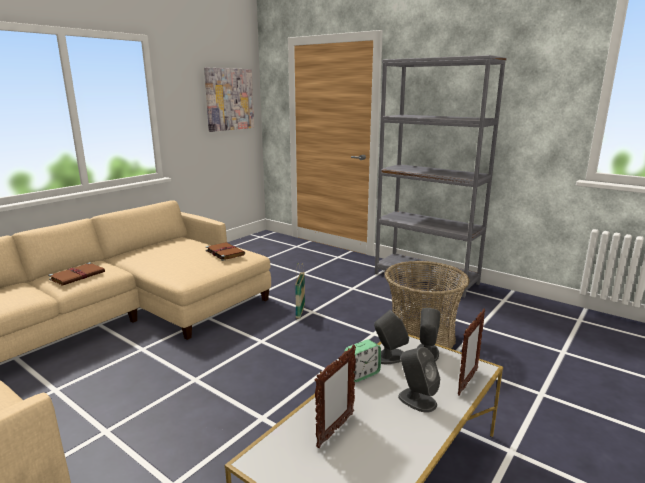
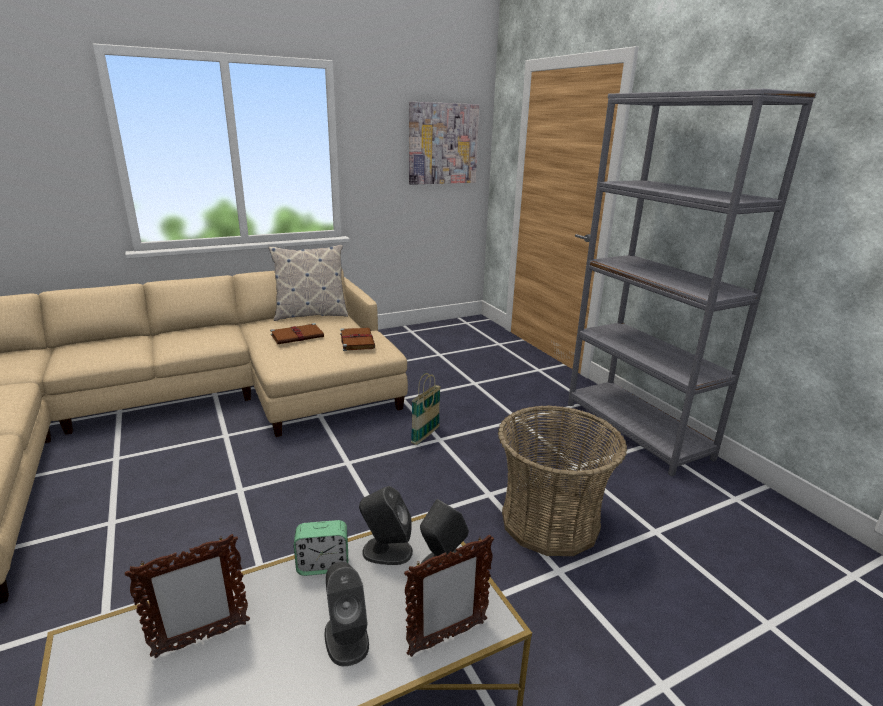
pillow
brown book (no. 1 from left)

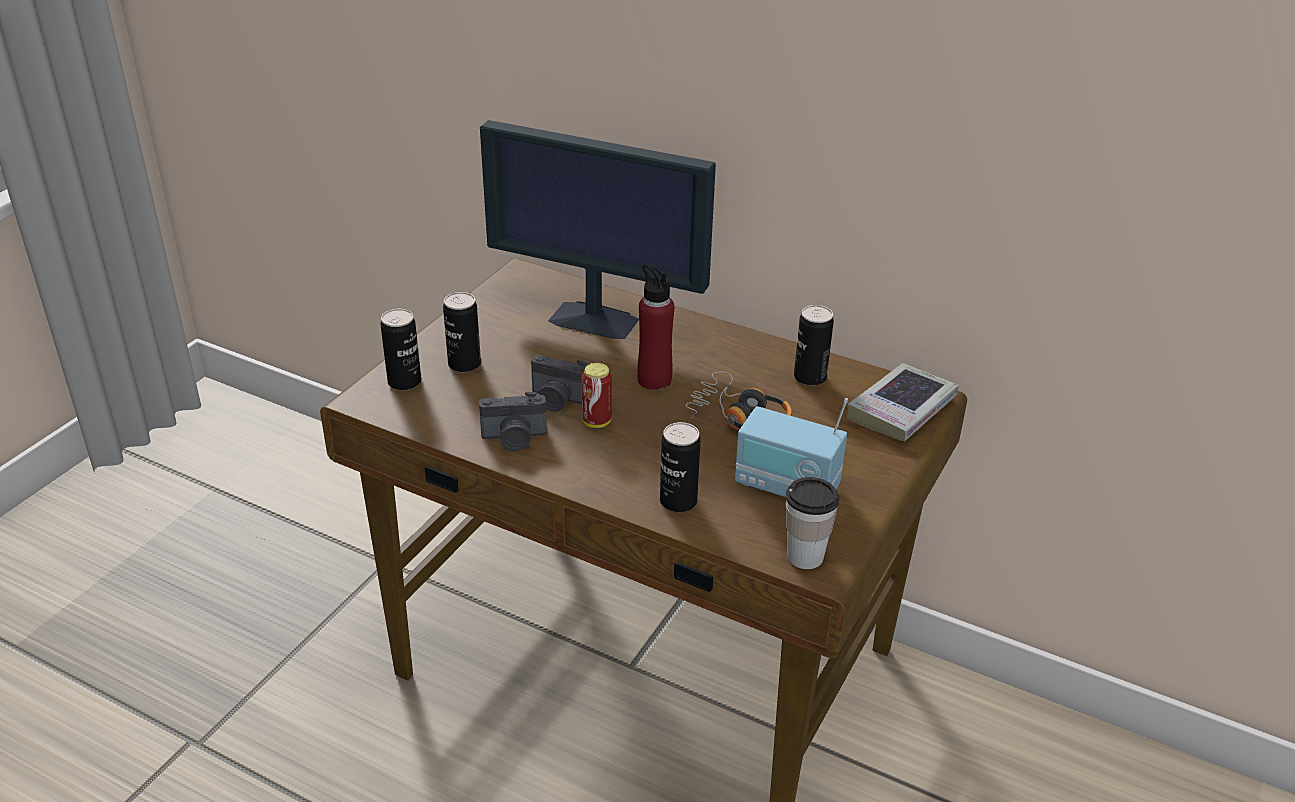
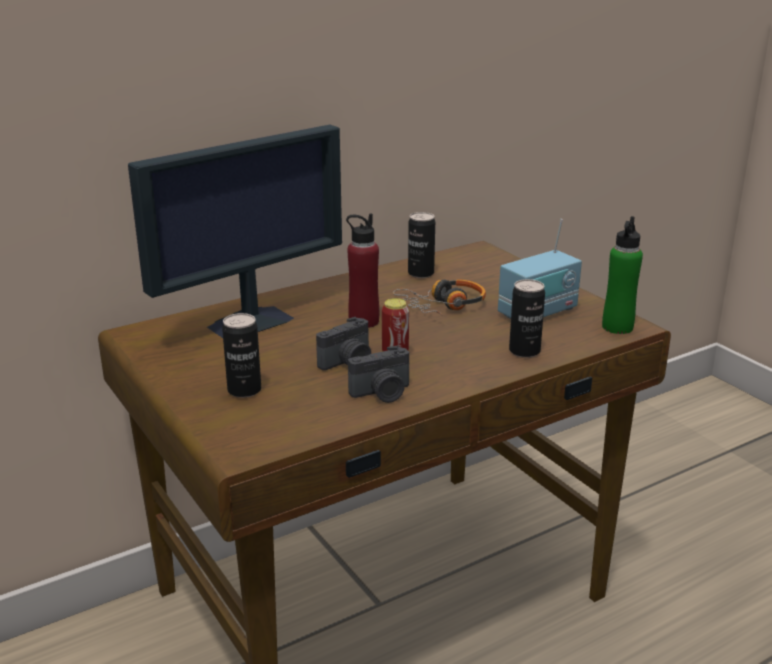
can (no. 1 from left in the first image)
book
green bottle
photo camera (no. 2 from left)

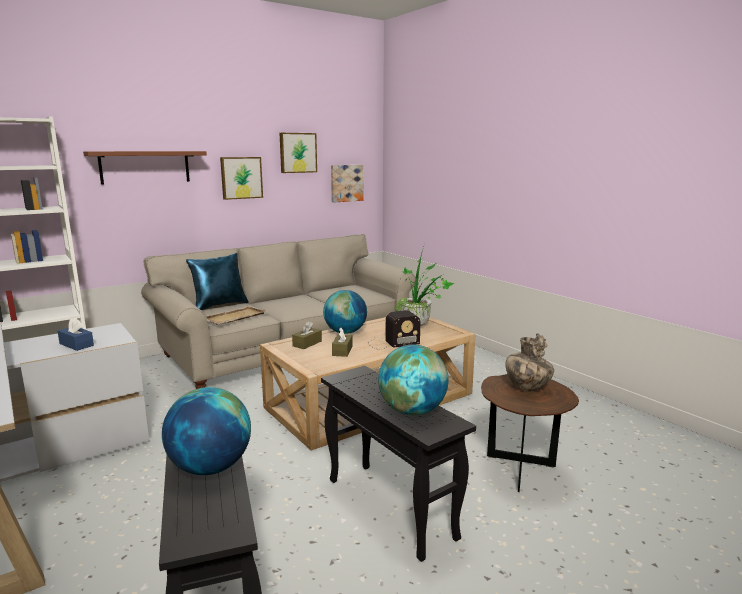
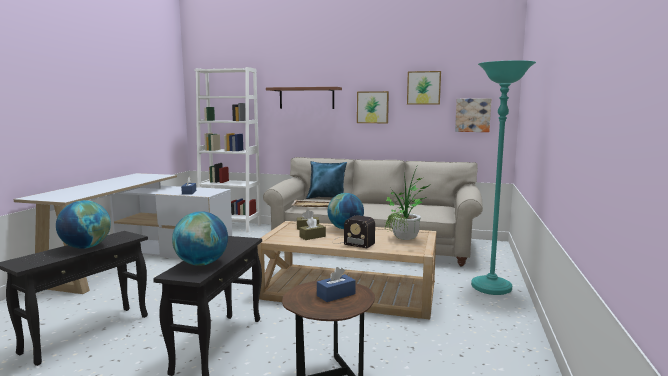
turquoise floor lamp
blue tissue box (no. 2 from left)

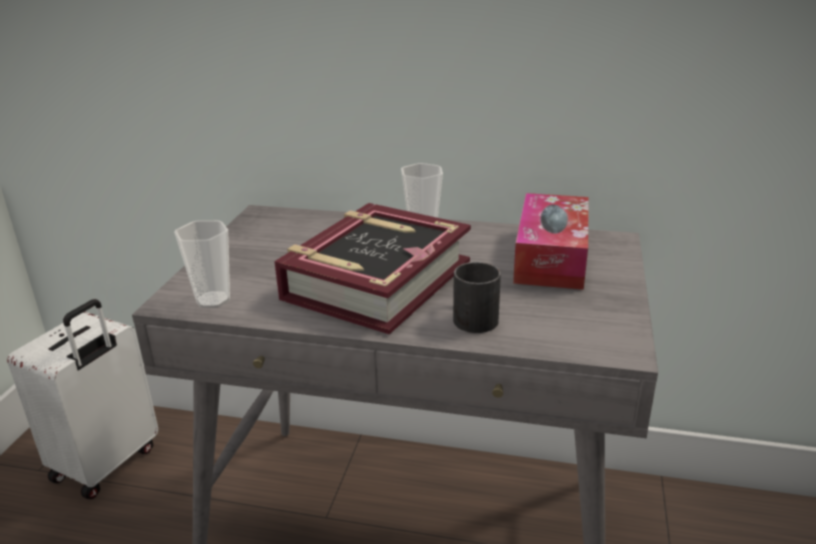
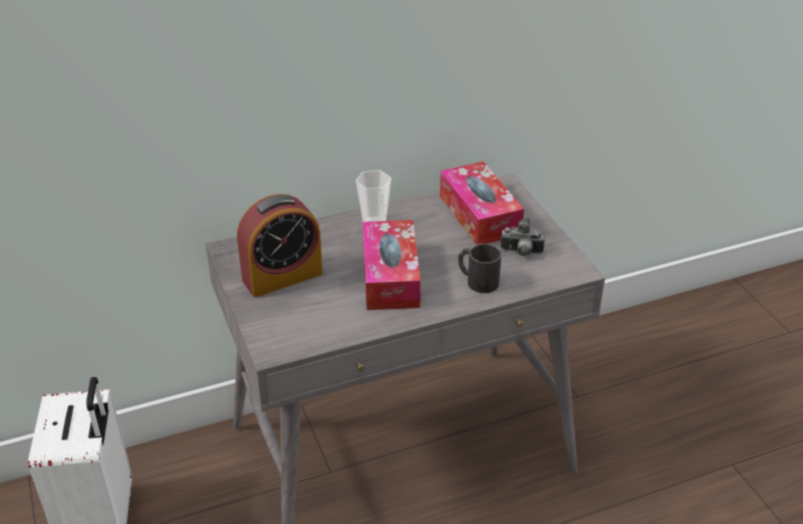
cup (no. 1 from left in the first image)
alarm clock
photo camera
tissue box (no. 1 from left)

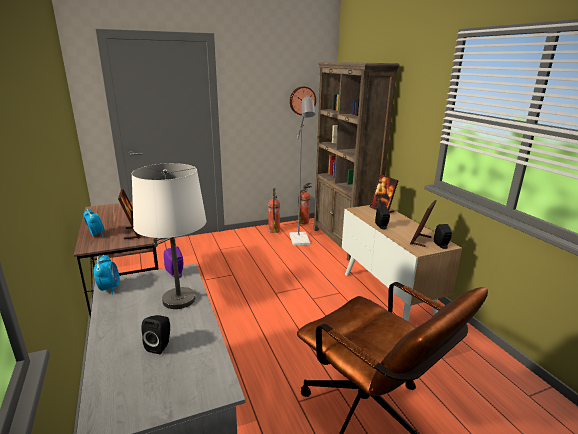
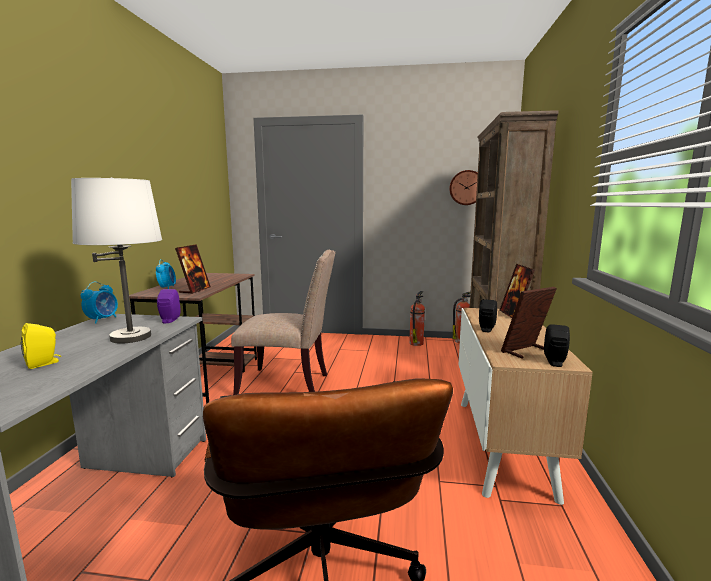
grey floor lamp
beige chair
yellow speaker

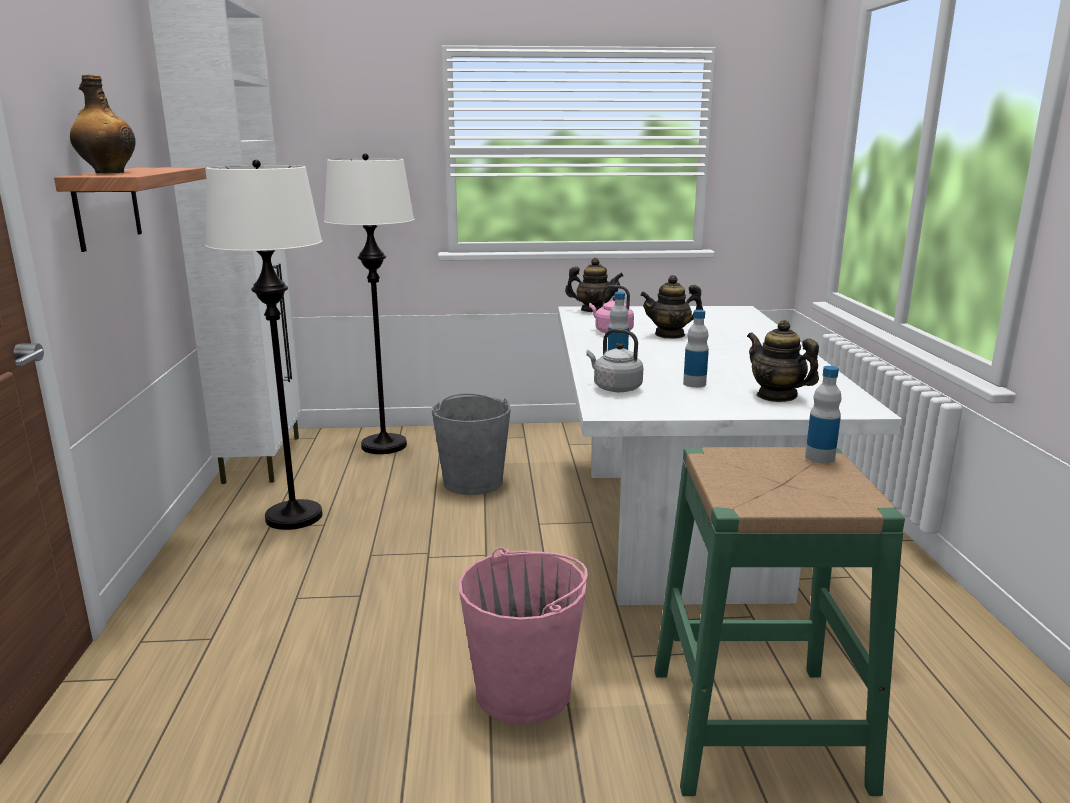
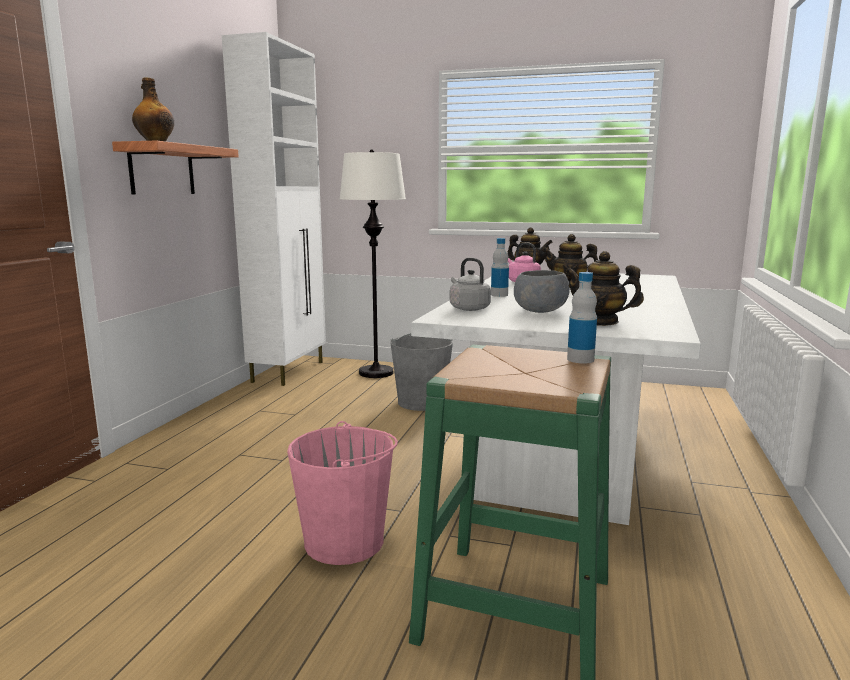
white floor lamp (no. 1 from left in the first image)
grey bowl
teapot (no. 3 from left)

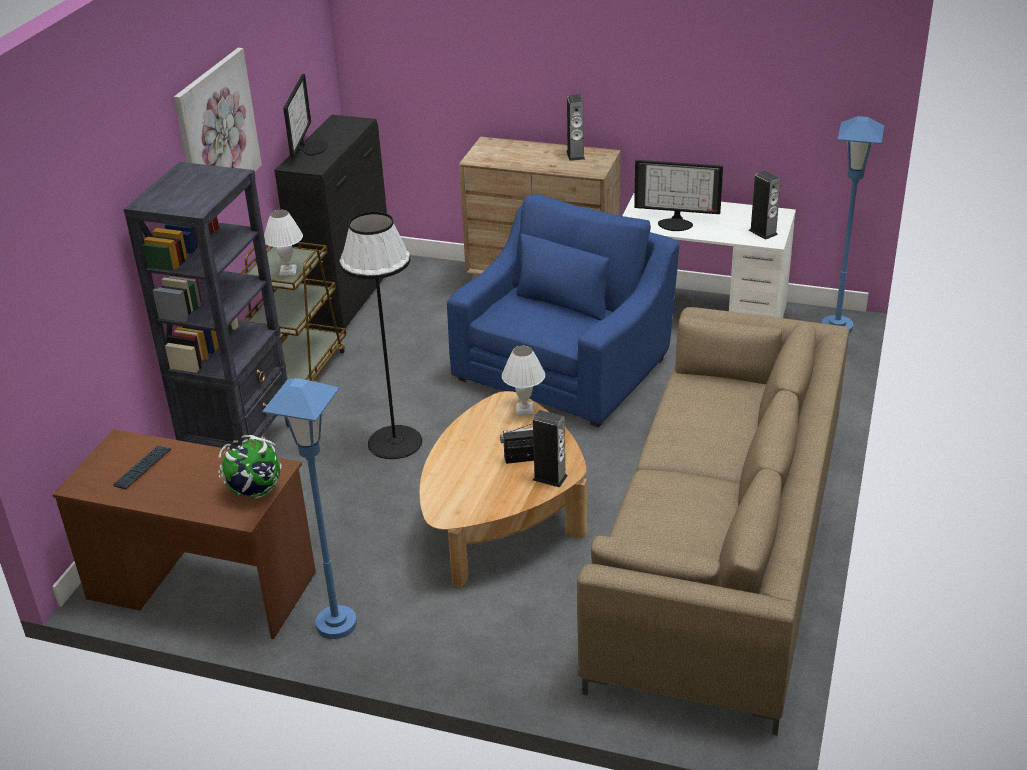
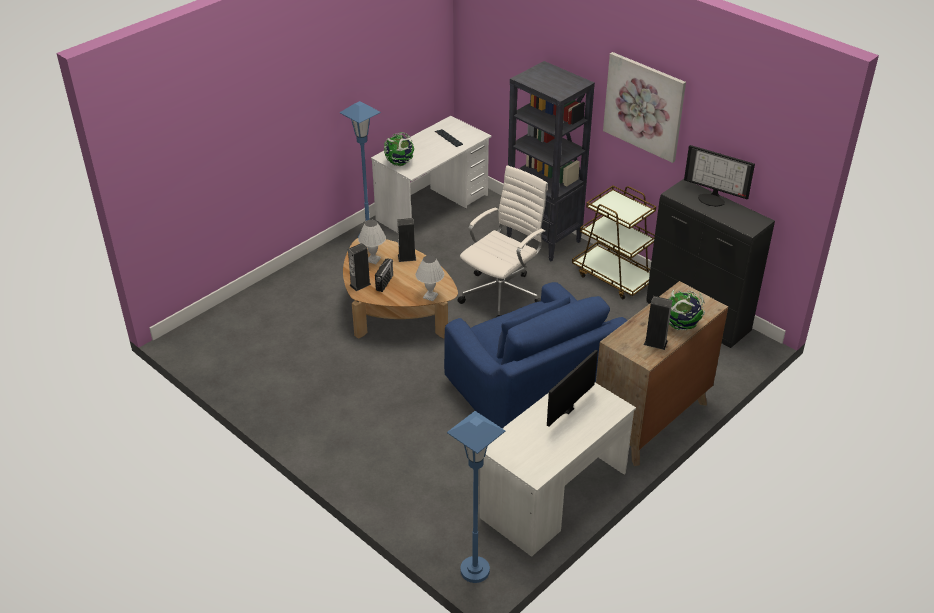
brown sofa
globe (no. 2 from left)
white table lamp (no. 1 from left)
speaker (no. 2 from left)
white office chair
white desk (no. 1 from left)

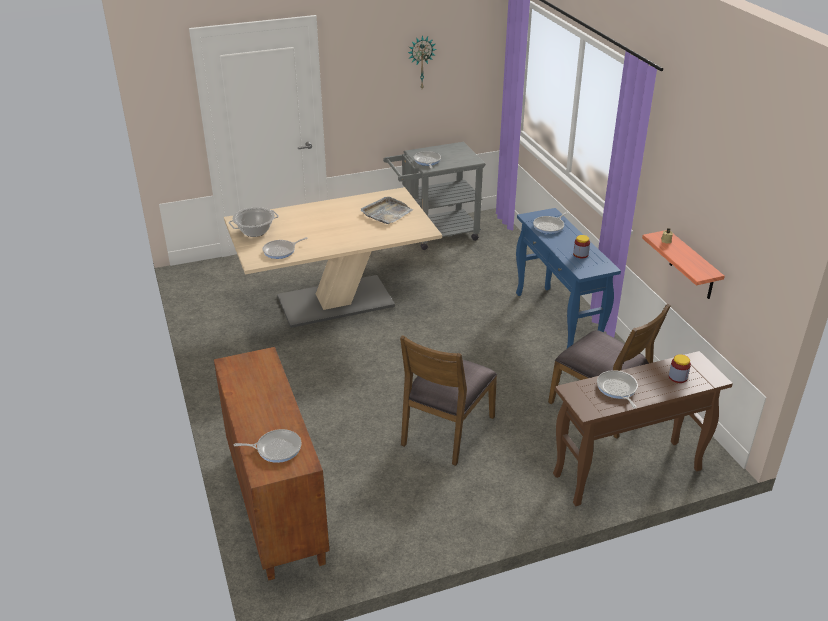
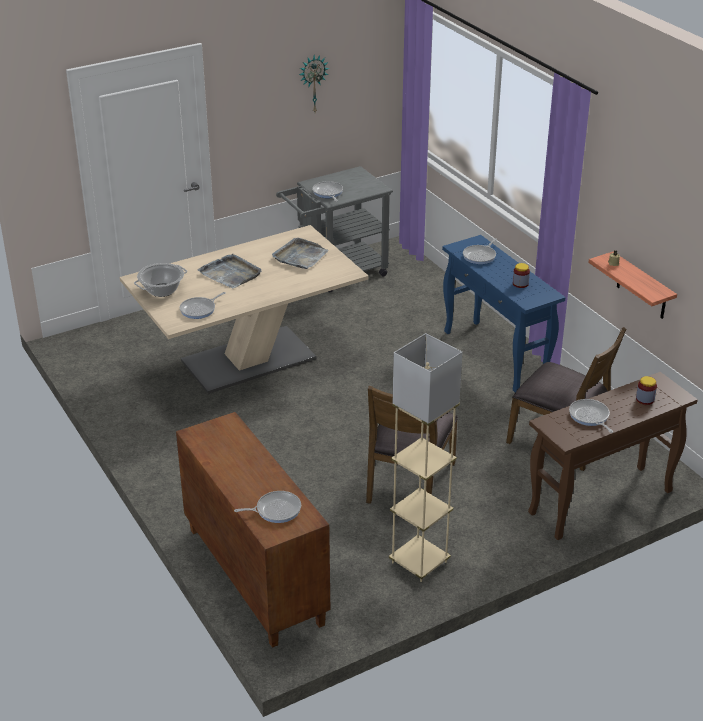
grey tray (no. 1 from left)
beige floor lamp

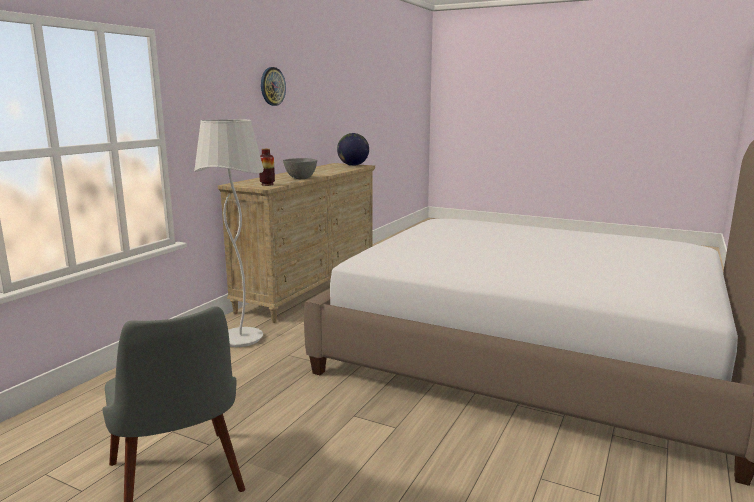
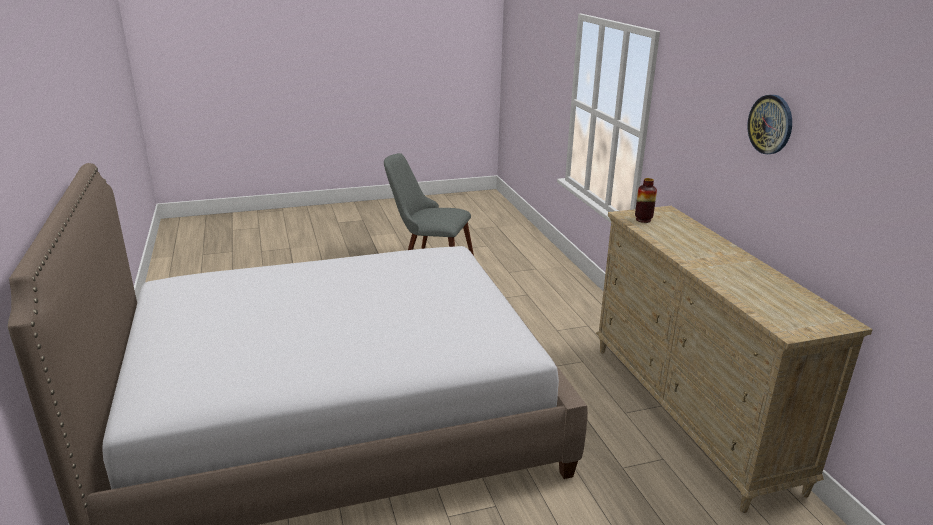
white floor lamp
grey bowl
globe

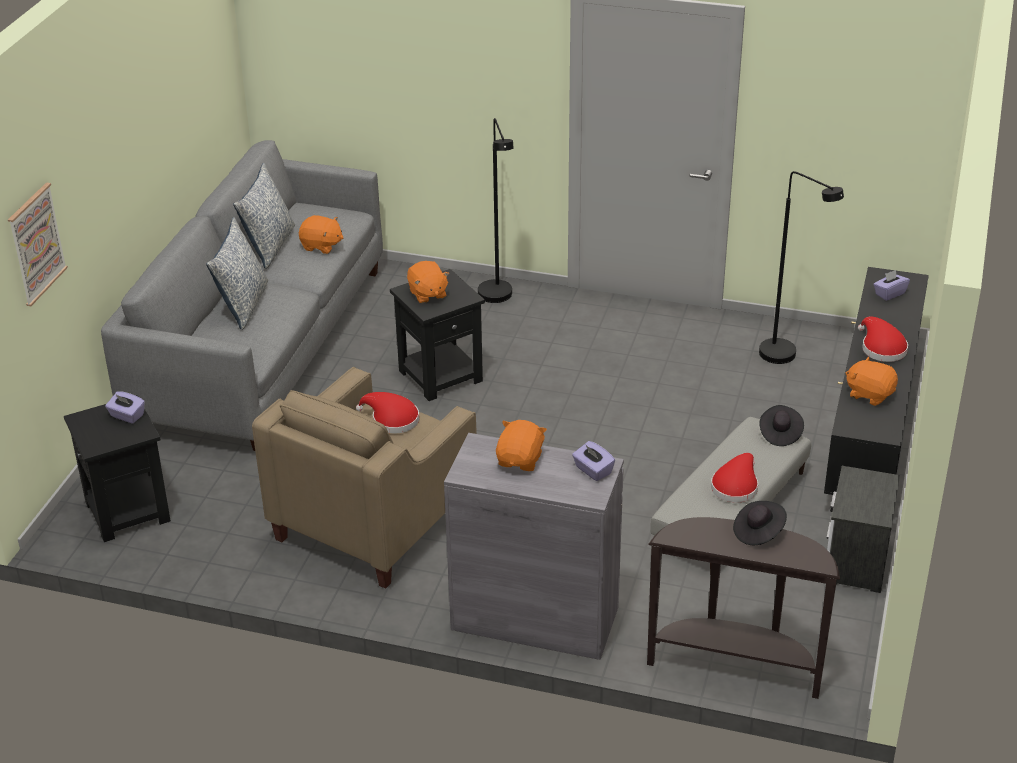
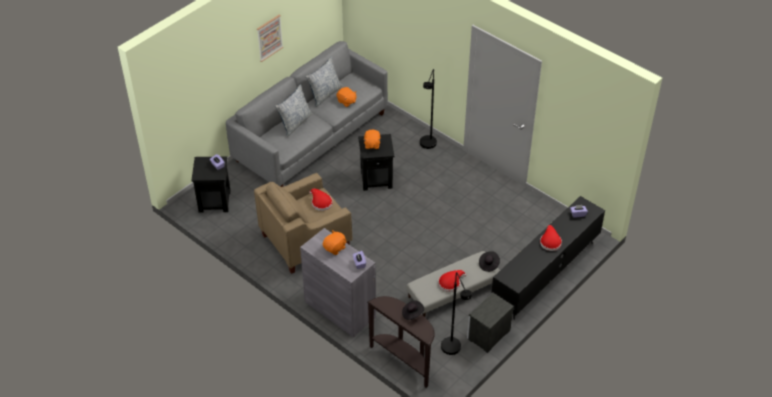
orange plush toy (no. 4 from left in the first image)
picture
black floor lamp (no. 2 from left)

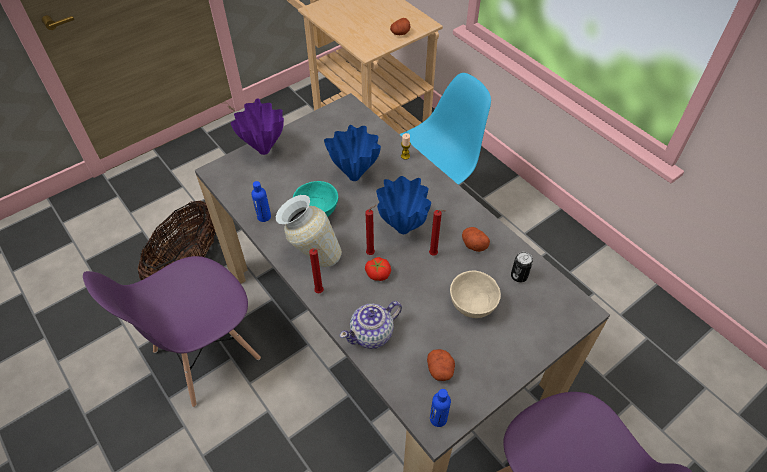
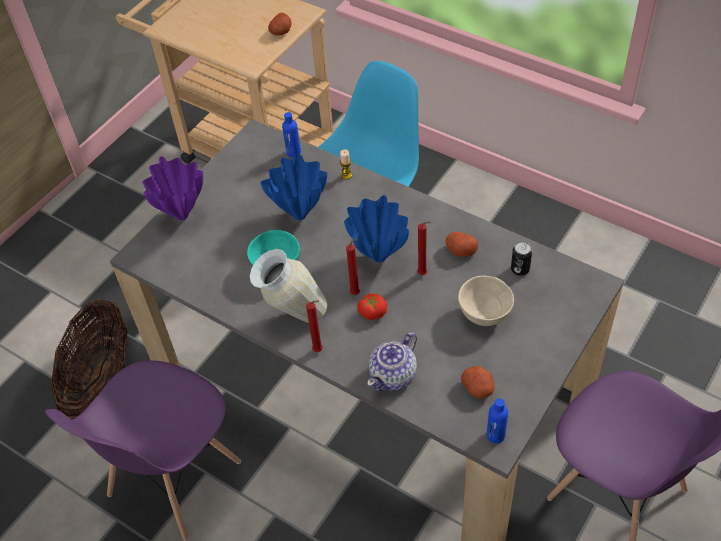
blue bottle (no. 1 from left)

